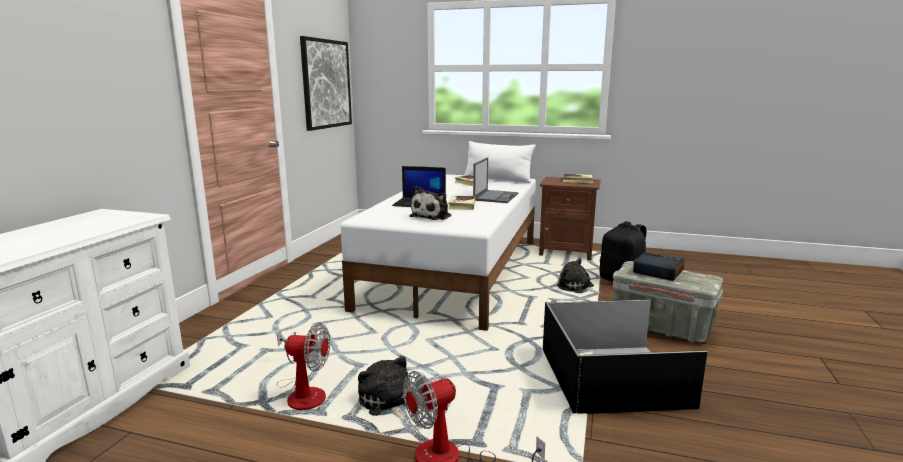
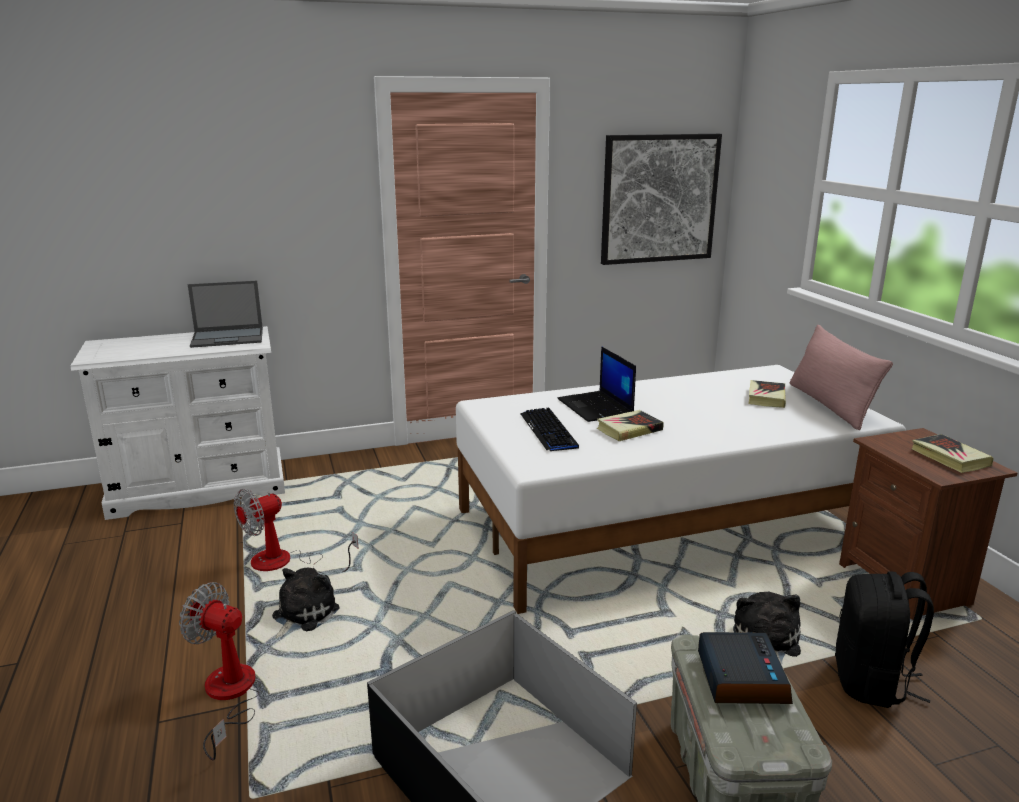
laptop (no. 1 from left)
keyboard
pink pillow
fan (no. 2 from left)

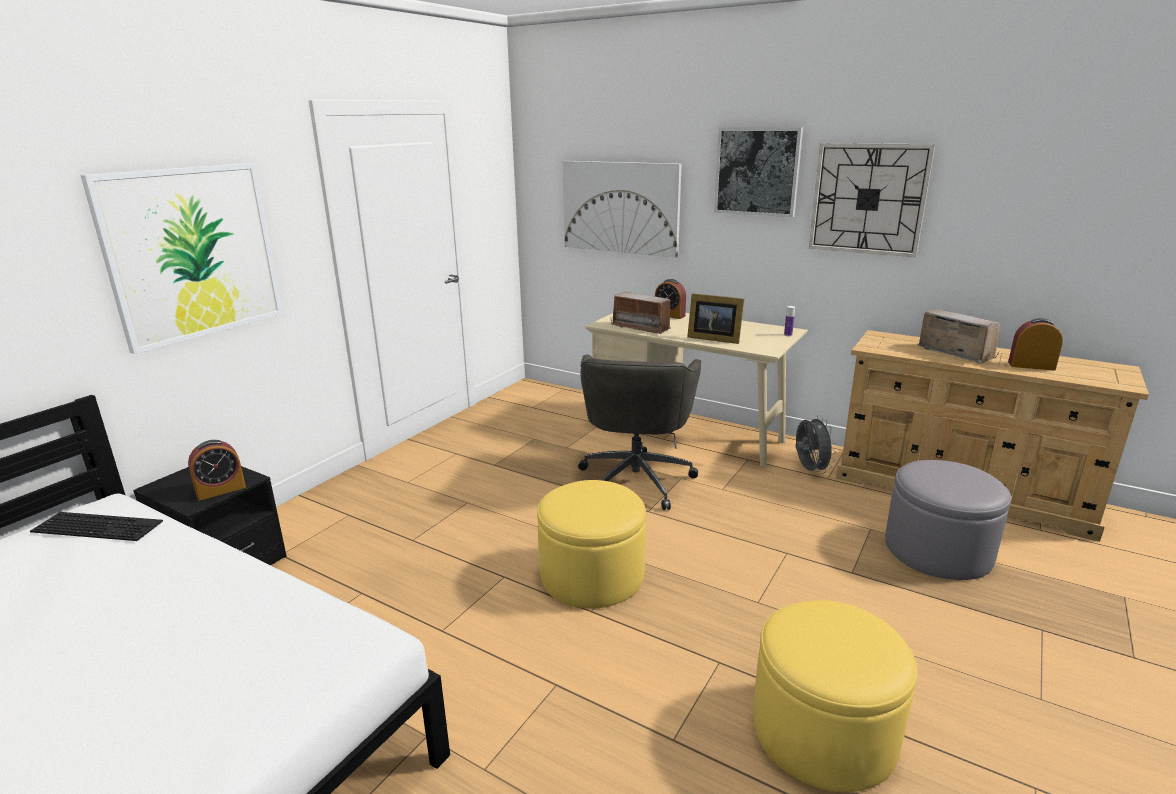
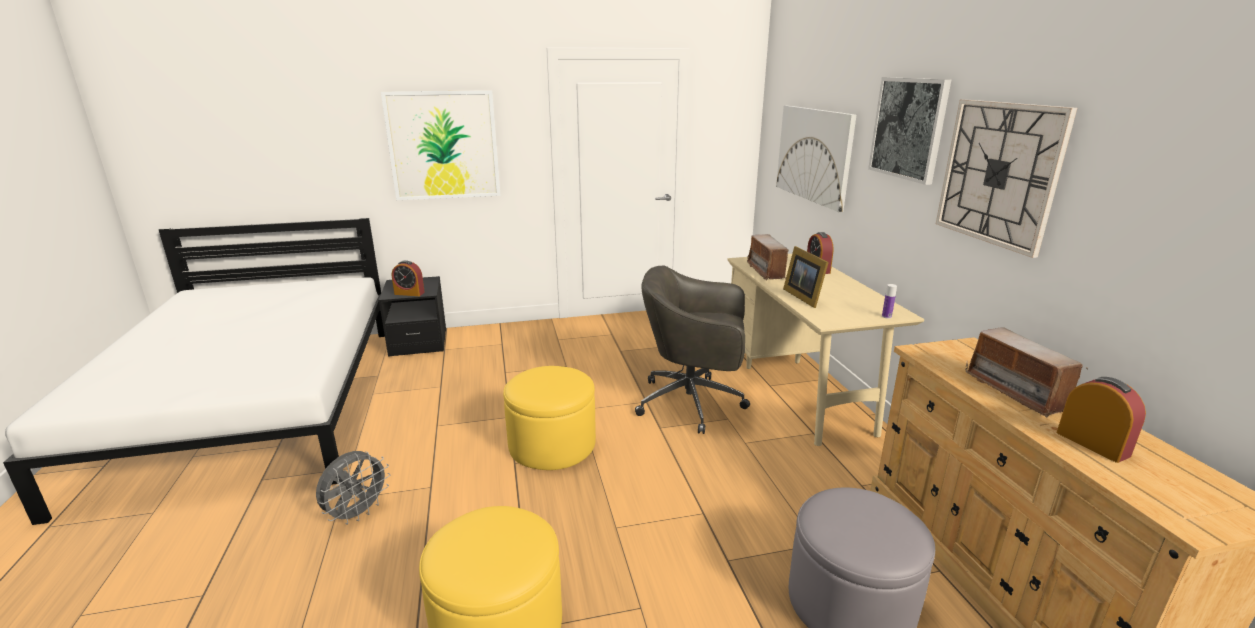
keyboard
grey fan
grey office chair
radio (no. 2 from left)

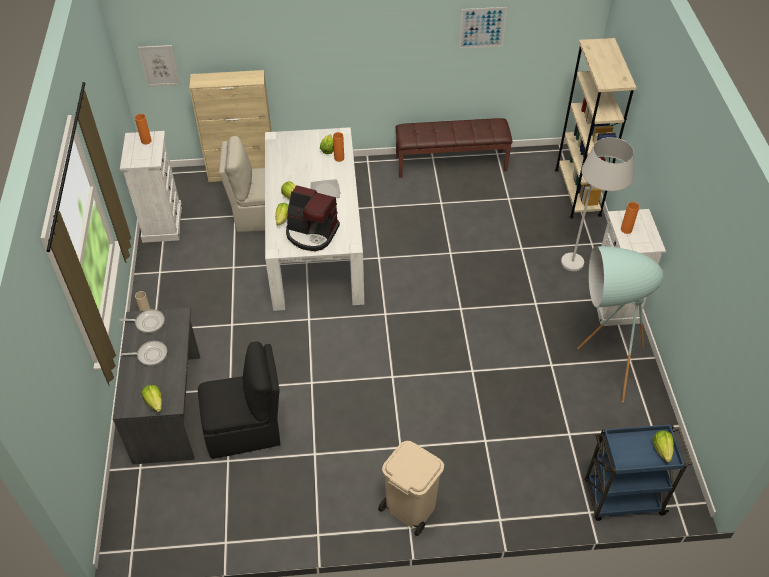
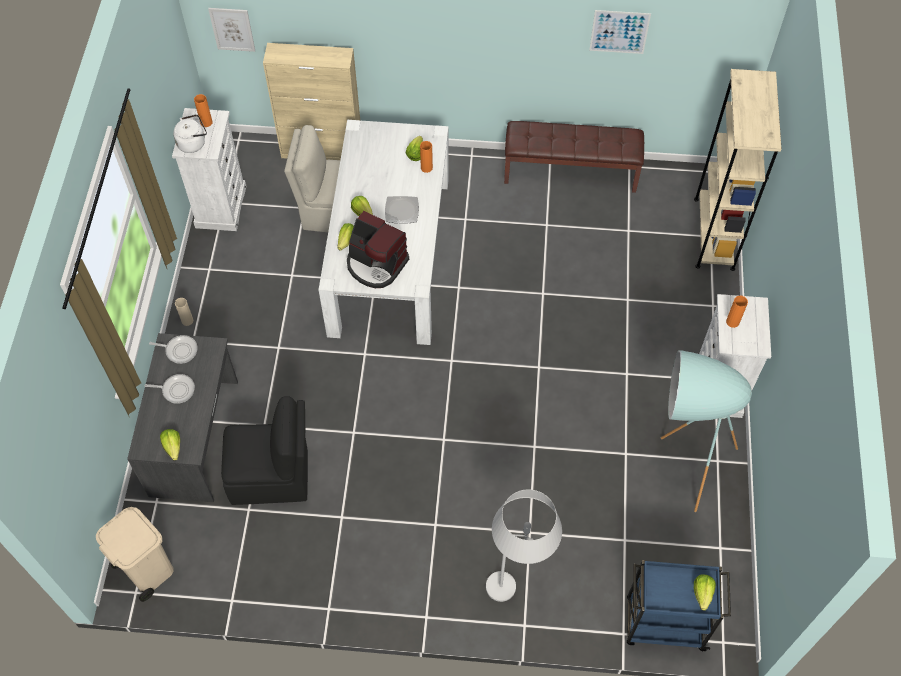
white kettle
beige trash can
white floor lamp

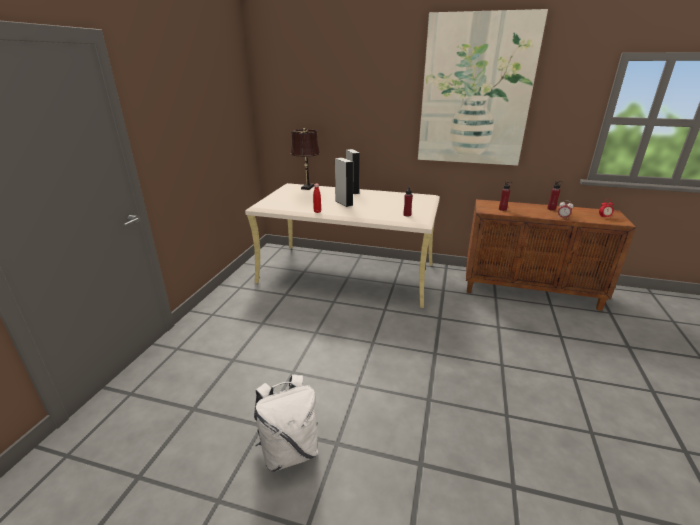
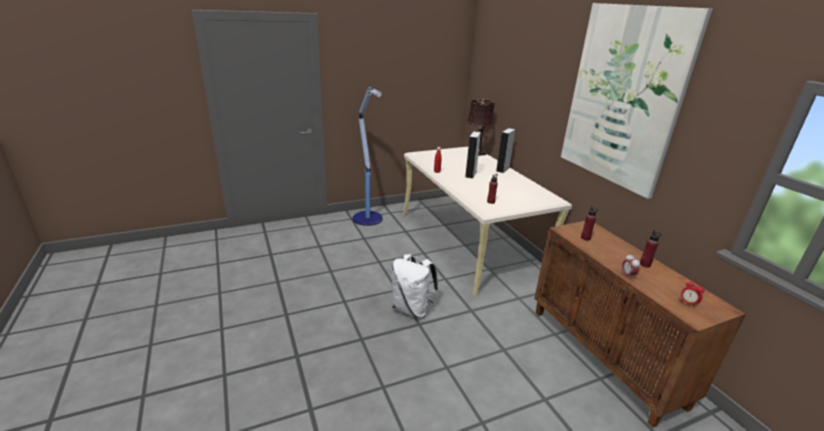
floor lamp
white backpack

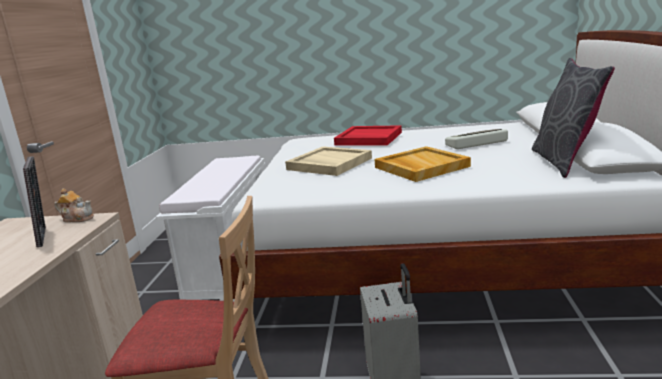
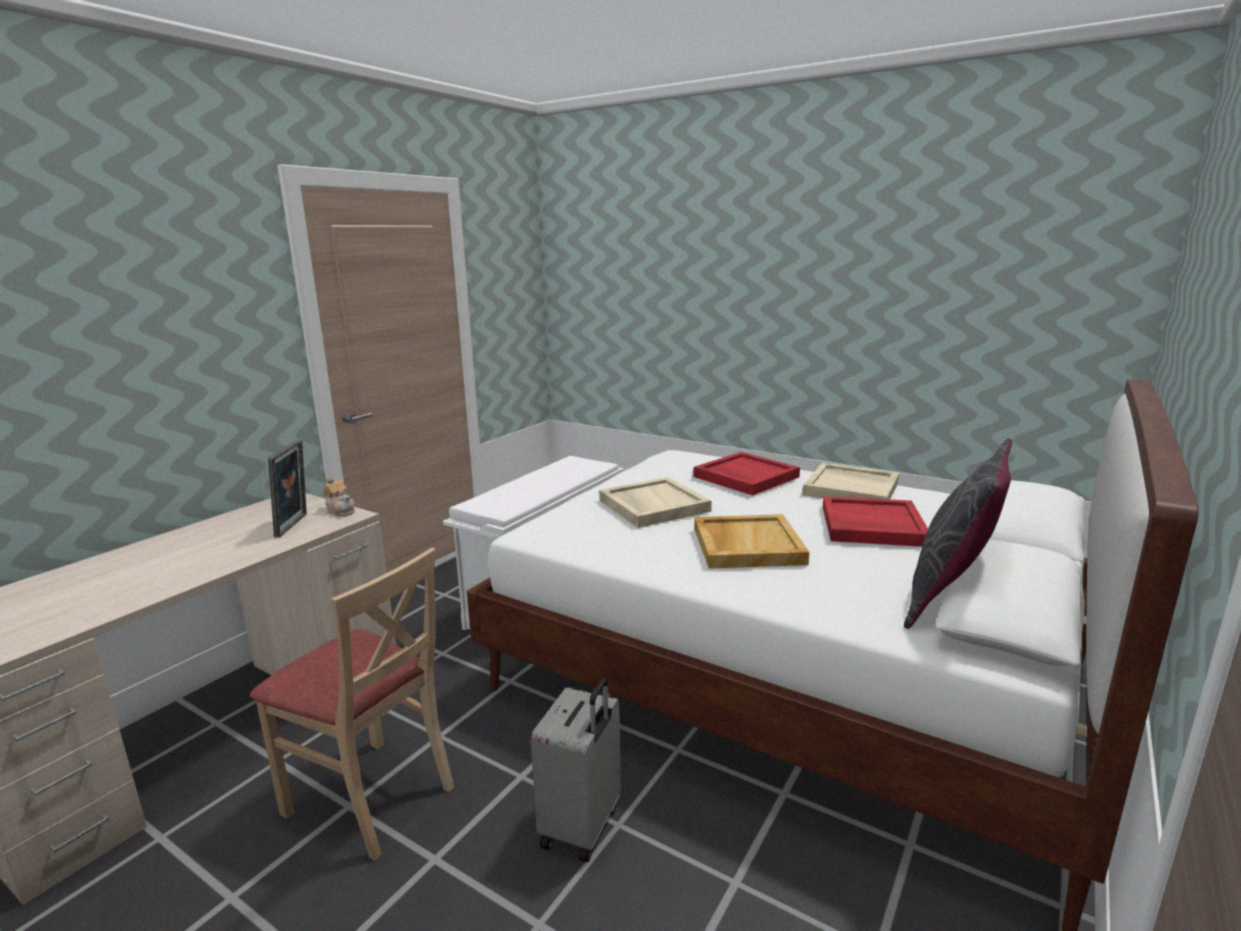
beige tray (no. 3 from left)
red tray (no. 2 from left)

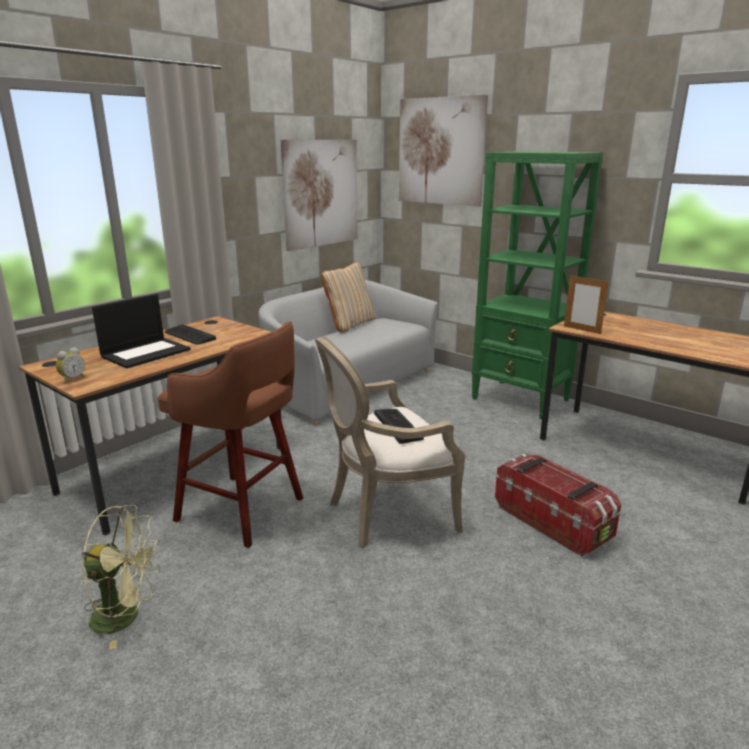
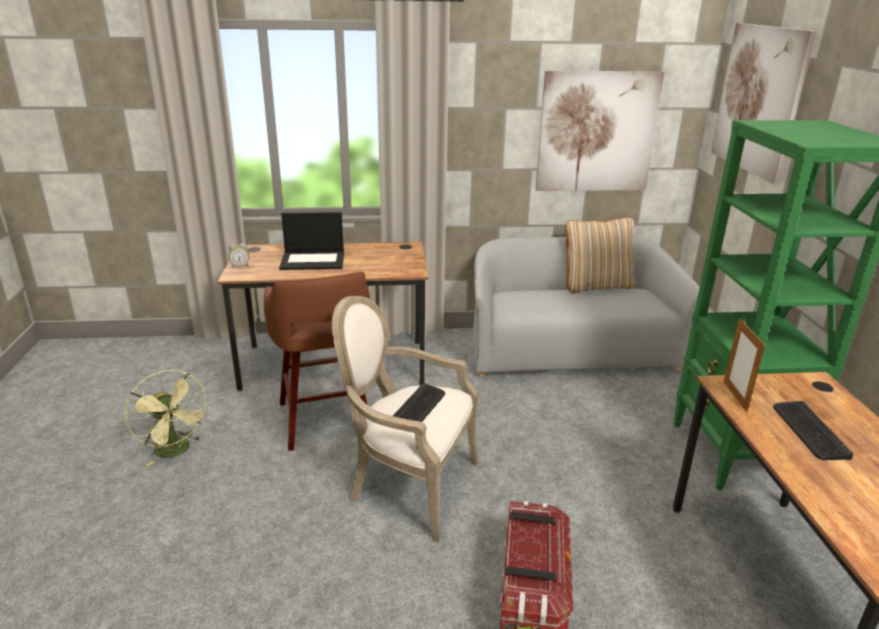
keyboard (no. 2 from left)

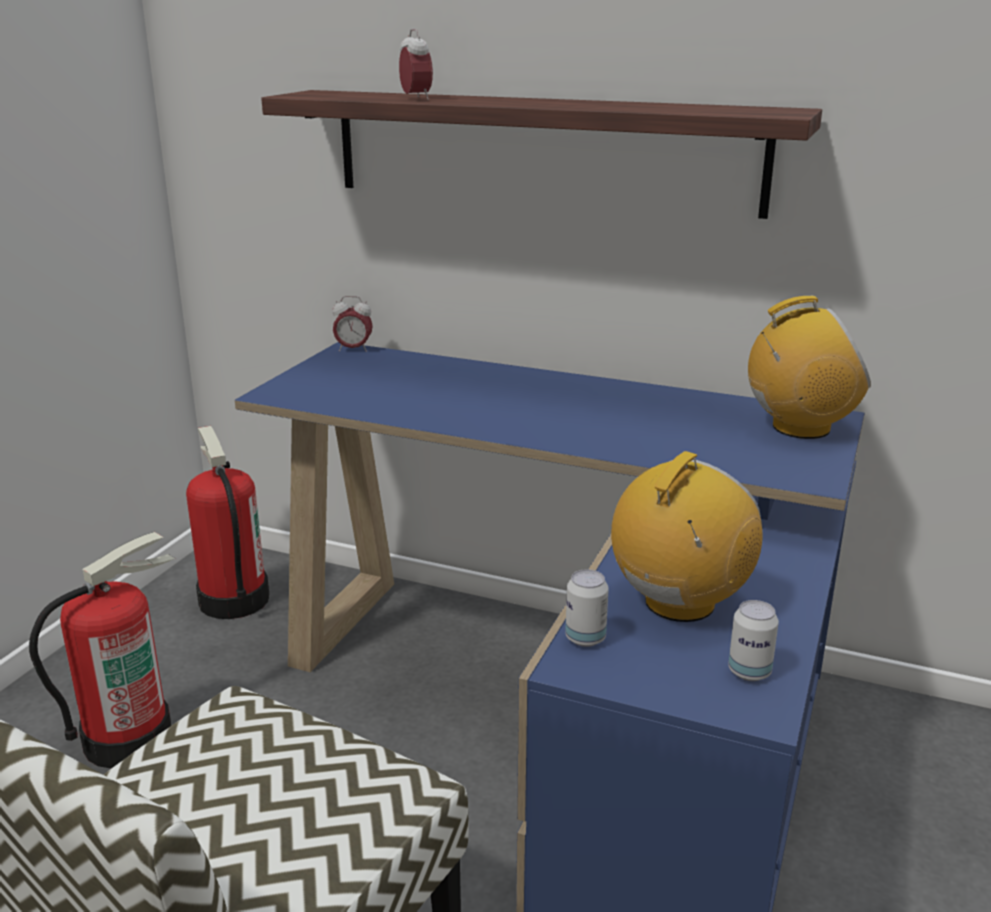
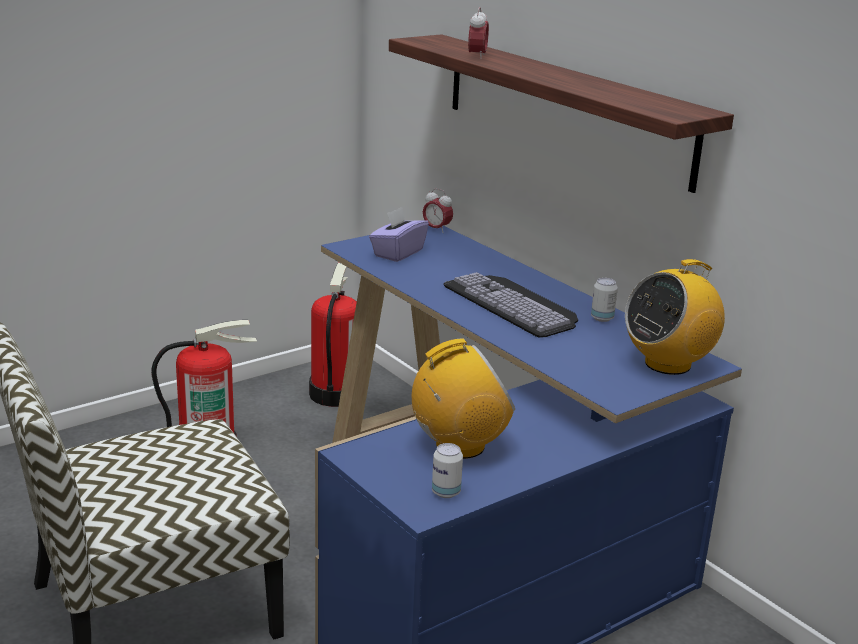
purple tissue box
keyboard
can (no. 2 from left)
radio (no. 2 from left)

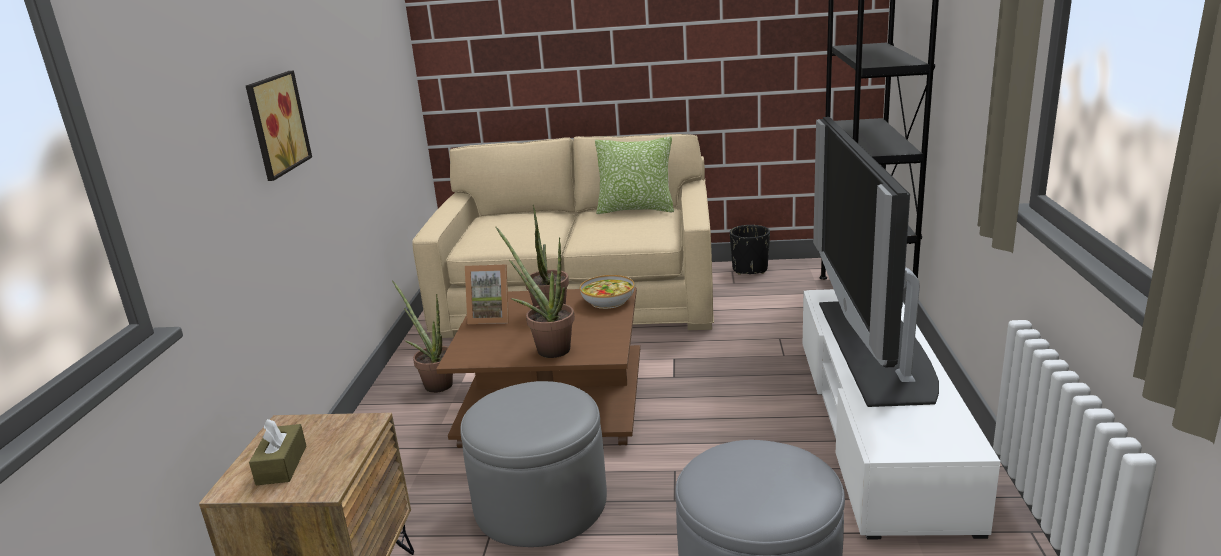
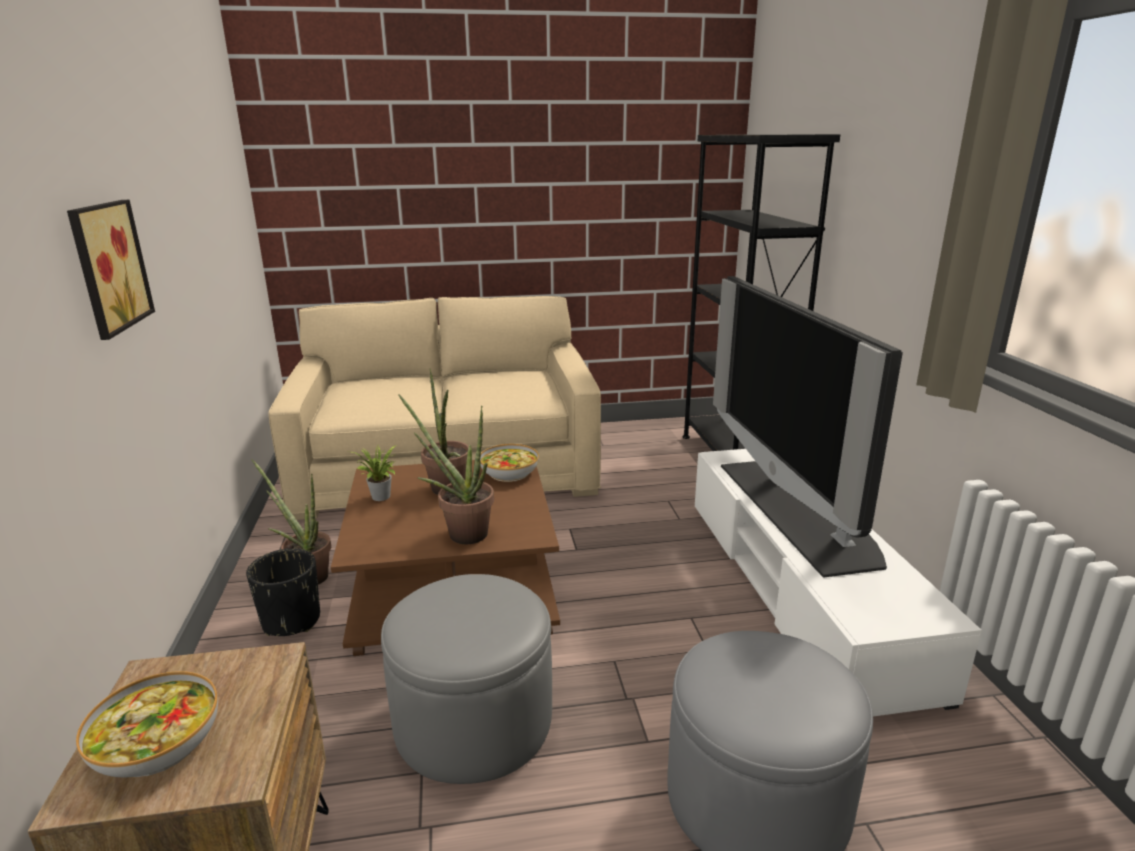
pillow
black planter
bowl (no. 1 from left)
potted plant (no. 2 from left)

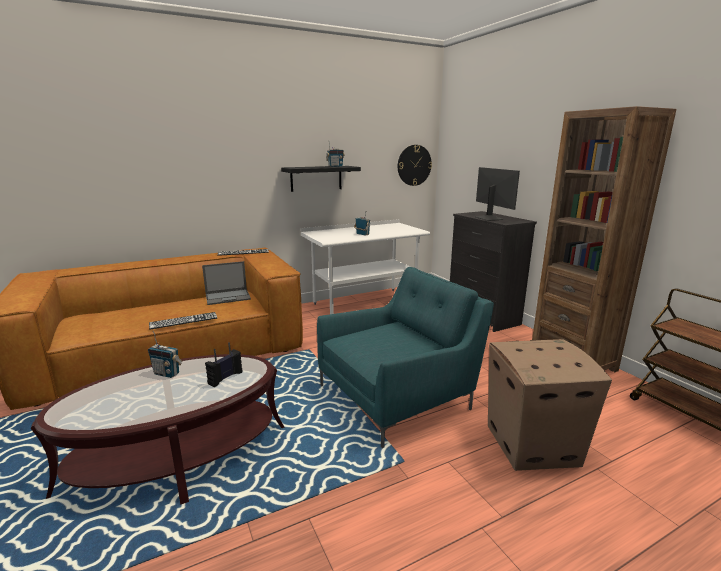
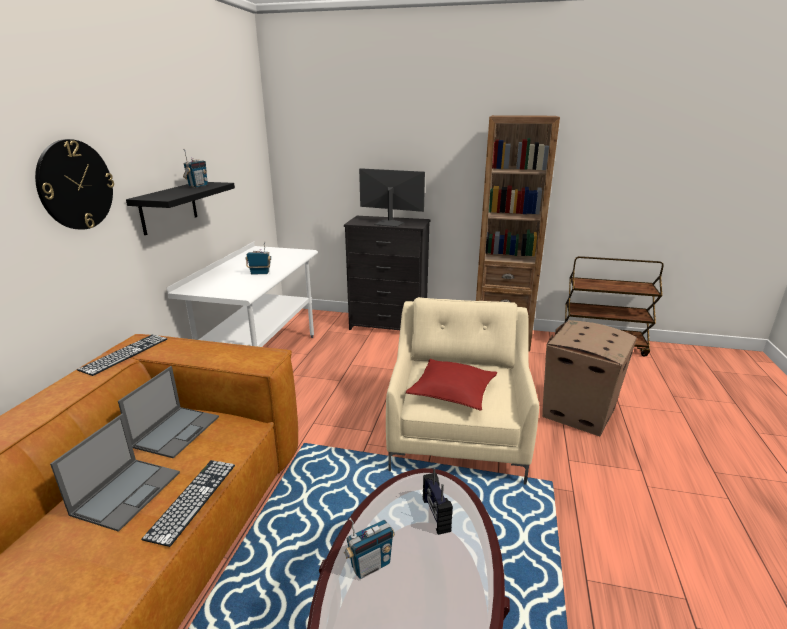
laptop (no. 1 from left)
red pillow
wall clock
beige armchair

